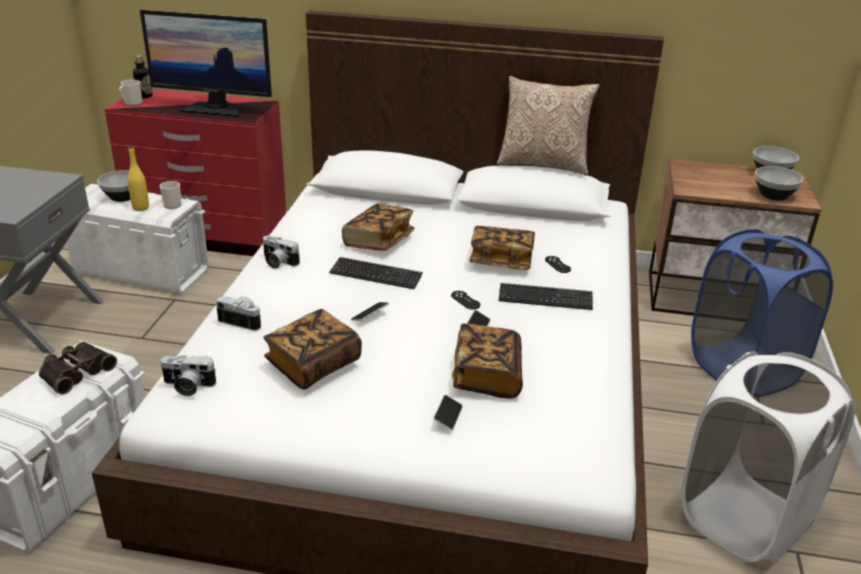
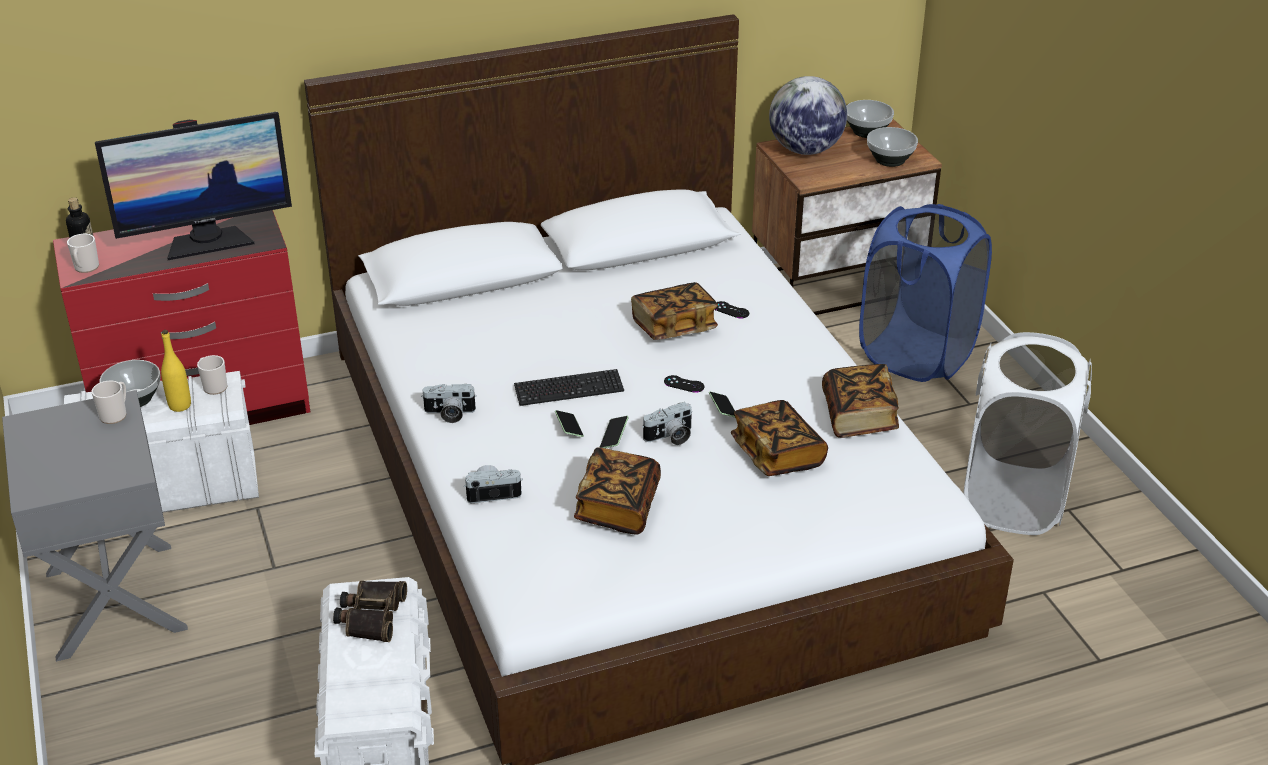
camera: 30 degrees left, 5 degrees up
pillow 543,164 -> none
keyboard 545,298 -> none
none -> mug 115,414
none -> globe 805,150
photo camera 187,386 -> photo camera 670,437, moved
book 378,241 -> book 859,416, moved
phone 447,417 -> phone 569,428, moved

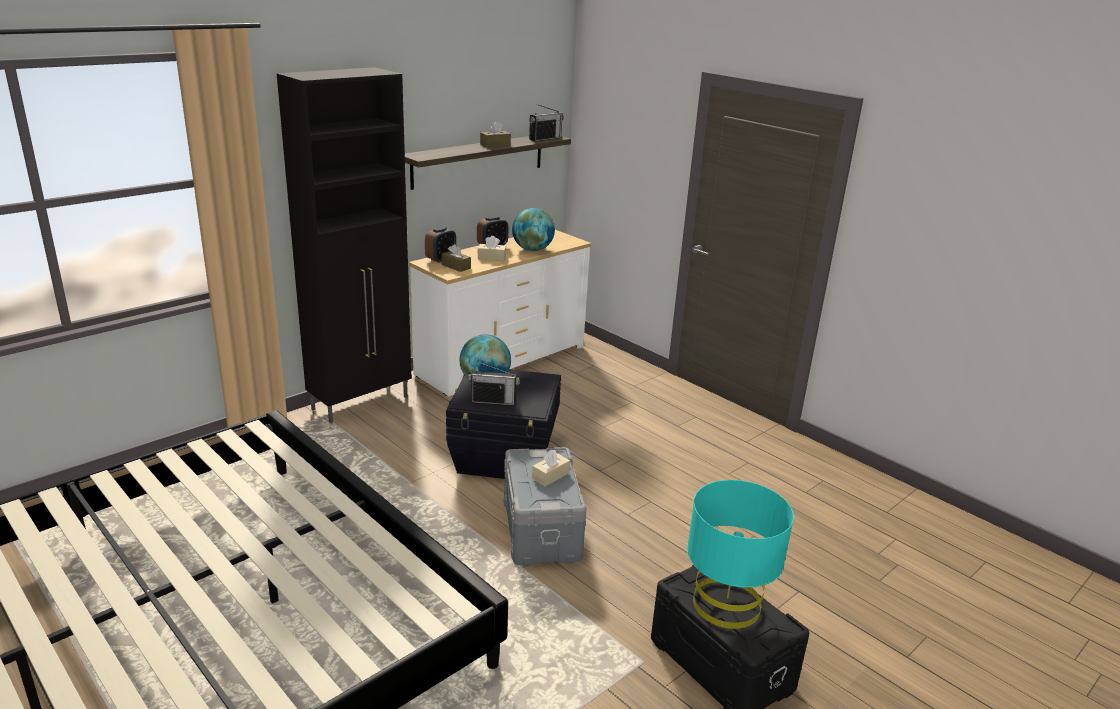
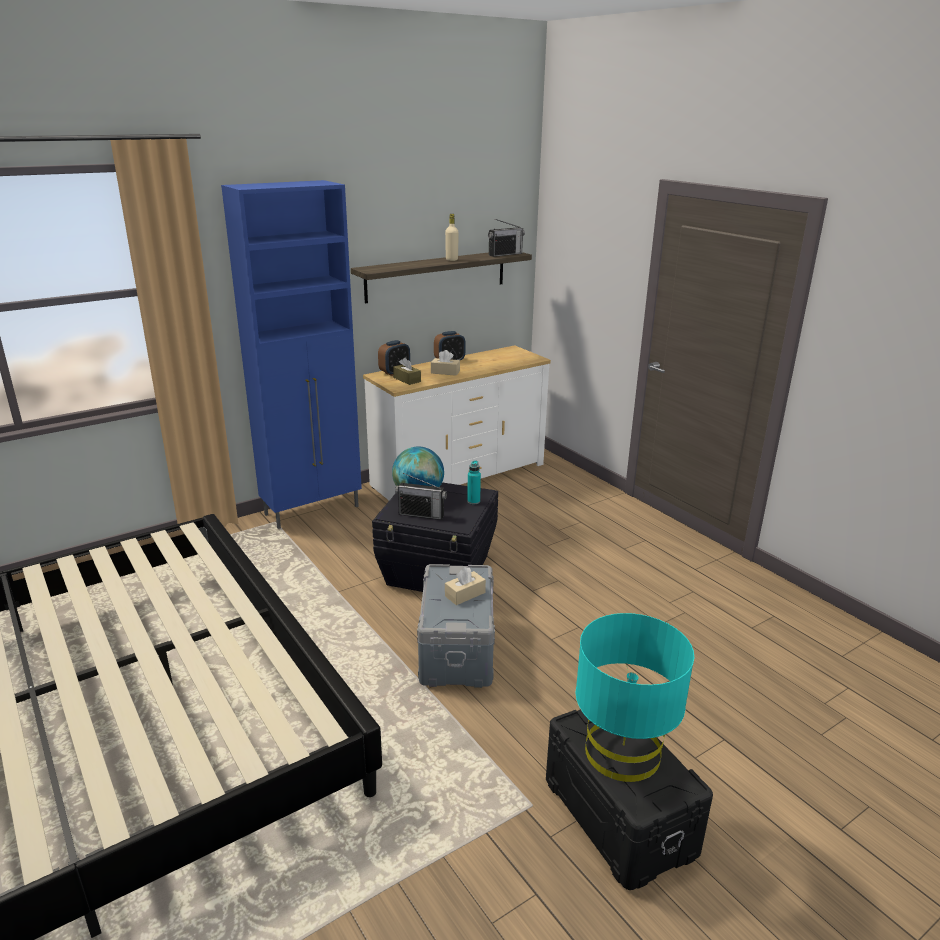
camera: 10 degrees right, 0 degrees up
globe 532,249 -> none
none -> turquoise bottle 473,501
brown tissue box 495,145 -> beige bottle 451,259
black cabinet 362,402 -> blue cabinet 313,510

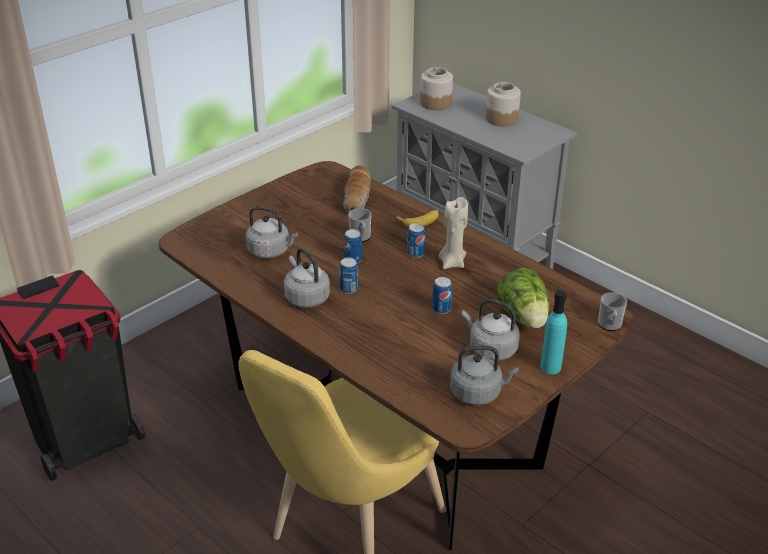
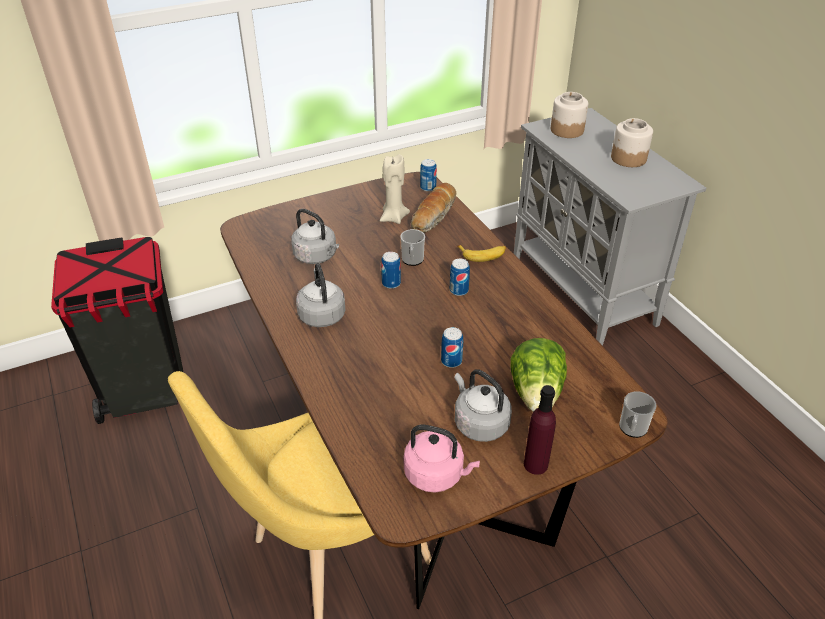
camera: 20 degrees right, 5 degrees up
can 349,289 -> can 428,187, moved
beige candle 452,263 -> beige candle 393,218, moved
grey kettle 478,393 -> pink kettle 437,474
turquoise bottle 550,367 -> purple bottle 535,464

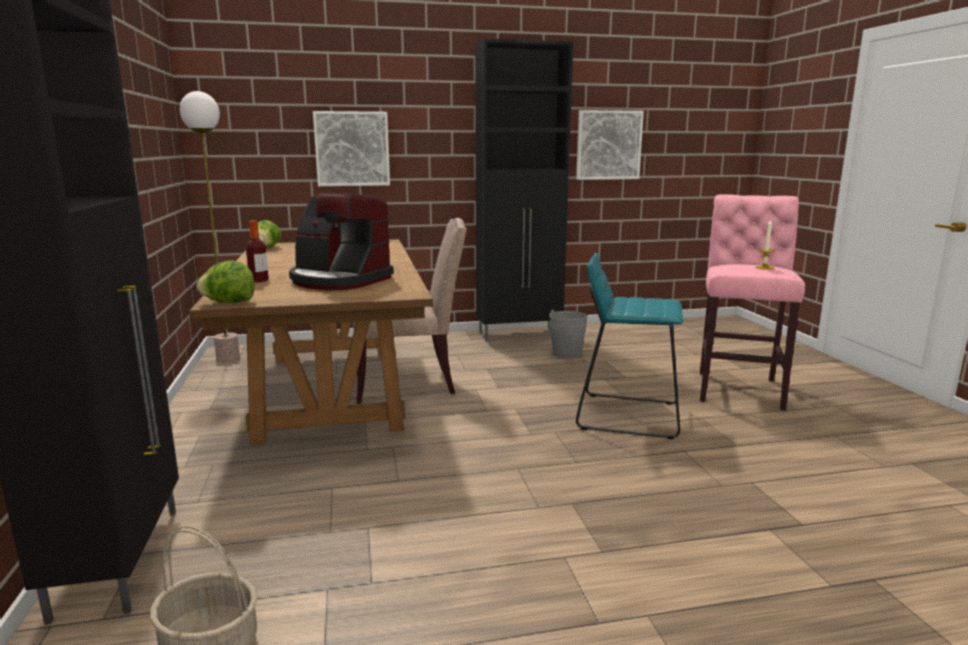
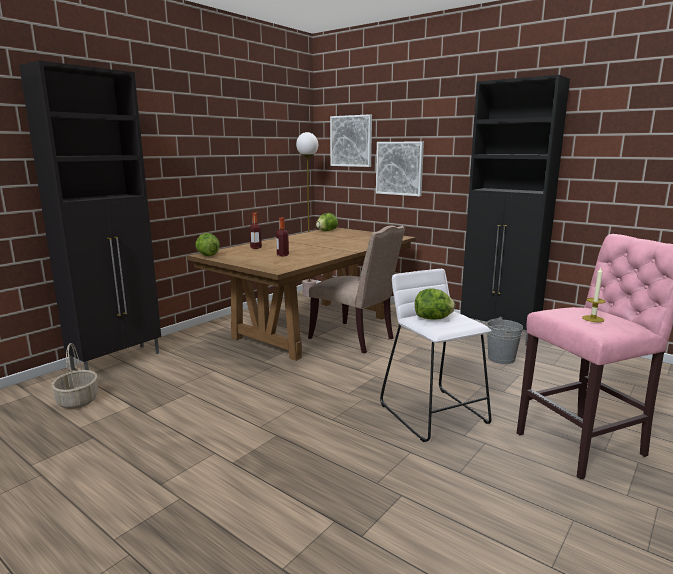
camera: 50 degrees right, 0 degrees up
none -> lettuce 433,318
picture 608,145 -> picture 351,141, moved
coffee machine 339,280 -> bottle 282,255
turquoise stool 628,415 -> white stool 434,413

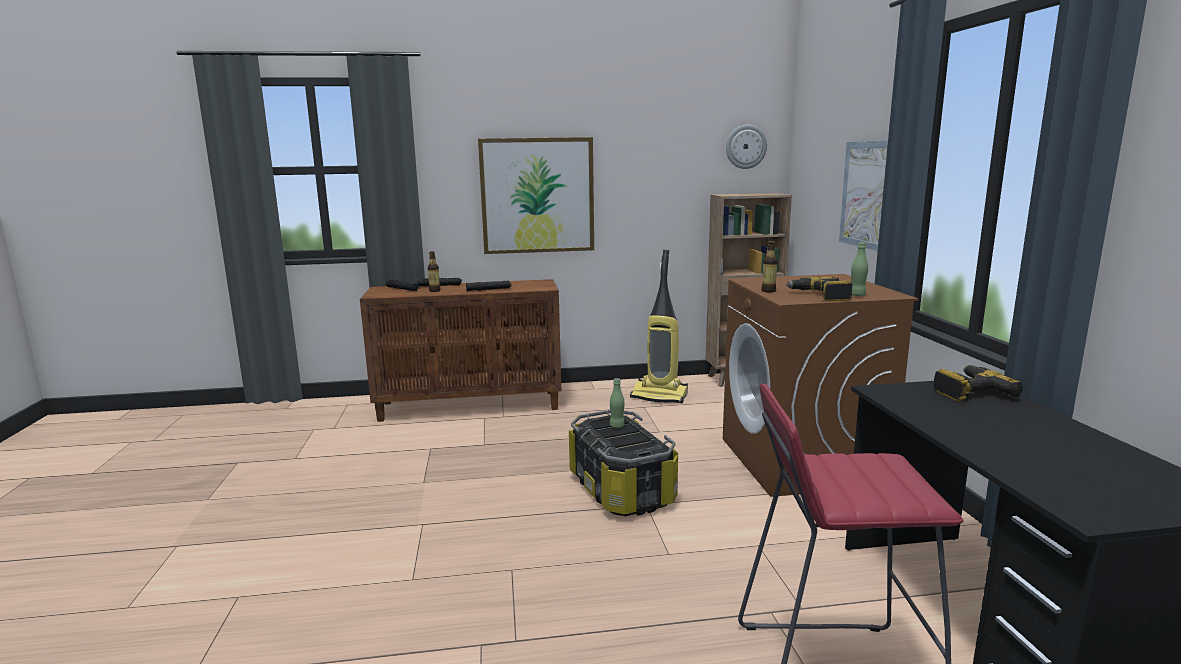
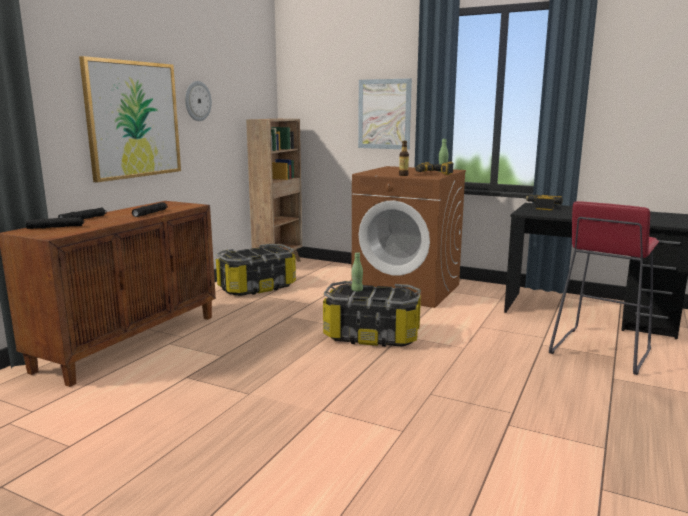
camera: 55 degrees left, 0 degrees up
bottle 434,291 -> none
wall clock 745,146 -> wall clock 197,101, moved
vacuum cleaner 660,396 -> storage box 257,287

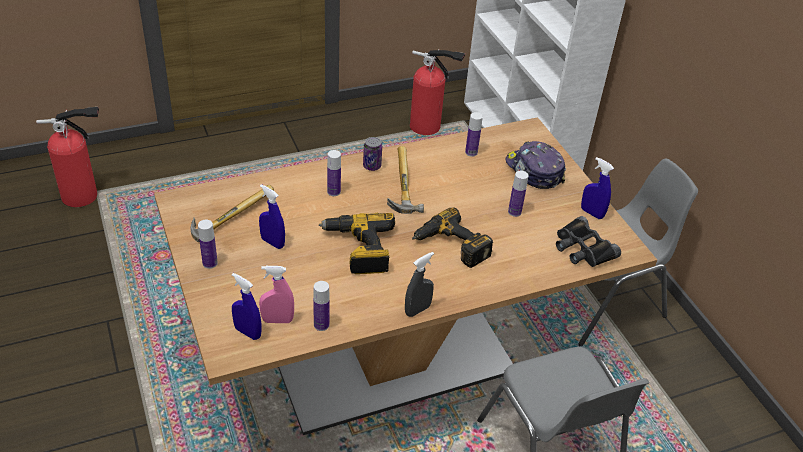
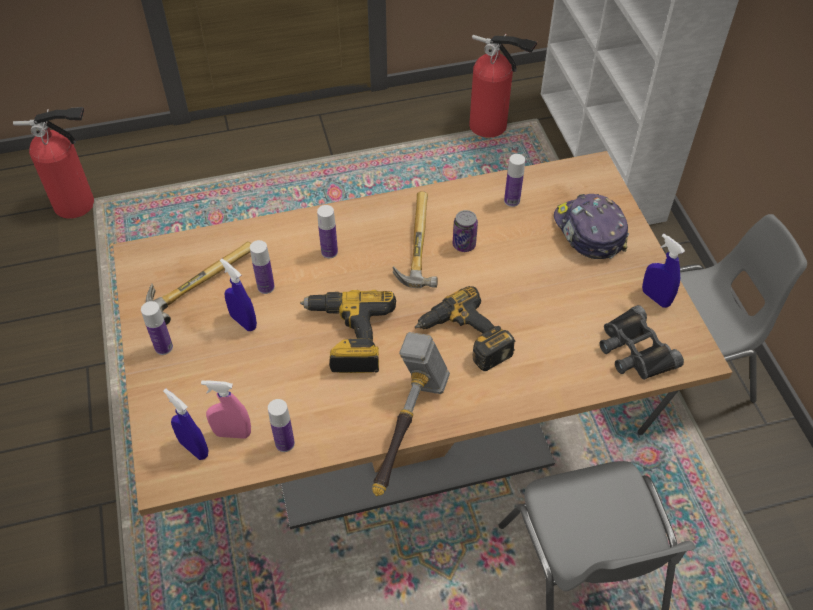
camera: 10 degrees right, 10 degrees up
can 372,166 -> can 464,244, moved
bottle 514,212 -> bottle 266,287, moved
grey spray bottle 417,310 -> hammer 407,429

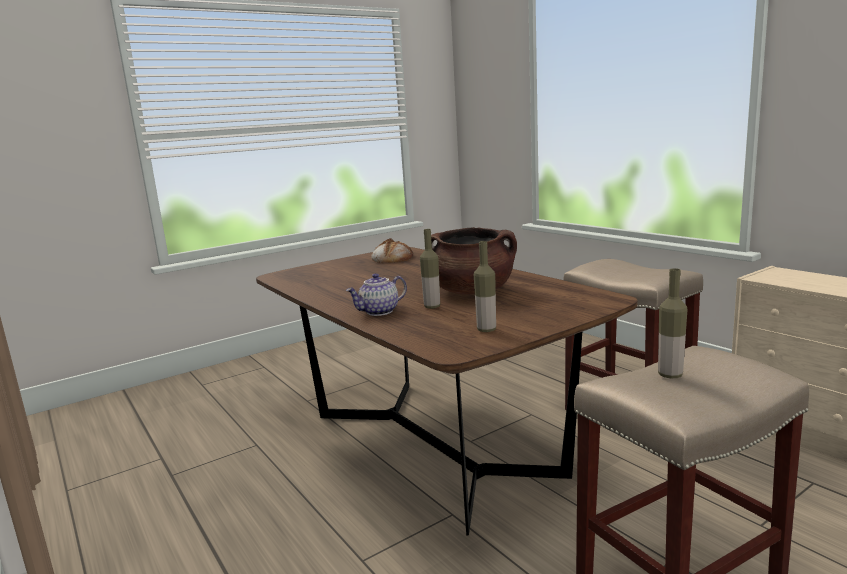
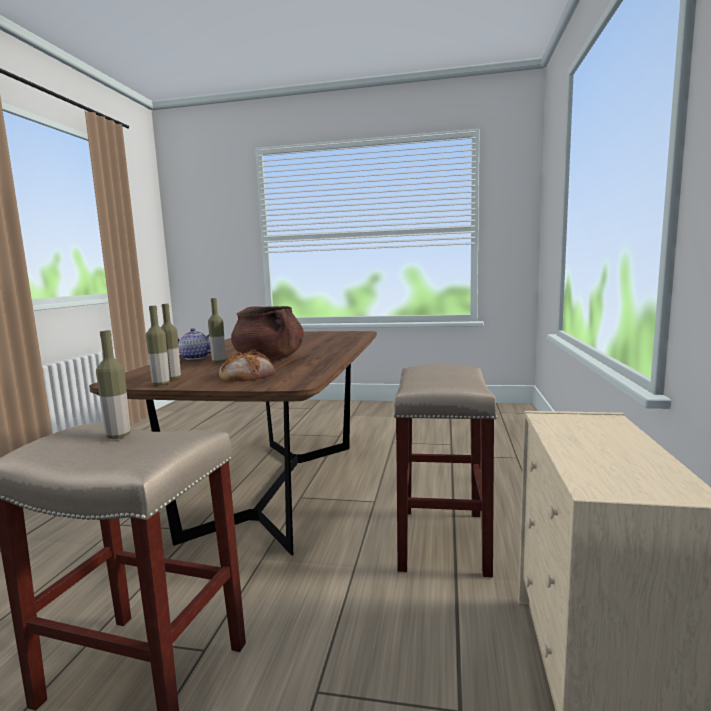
camera: 45 degrees right, 5 degrees down
none -> bottle 161,384
bread 392,258 -> bread 247,375, moved

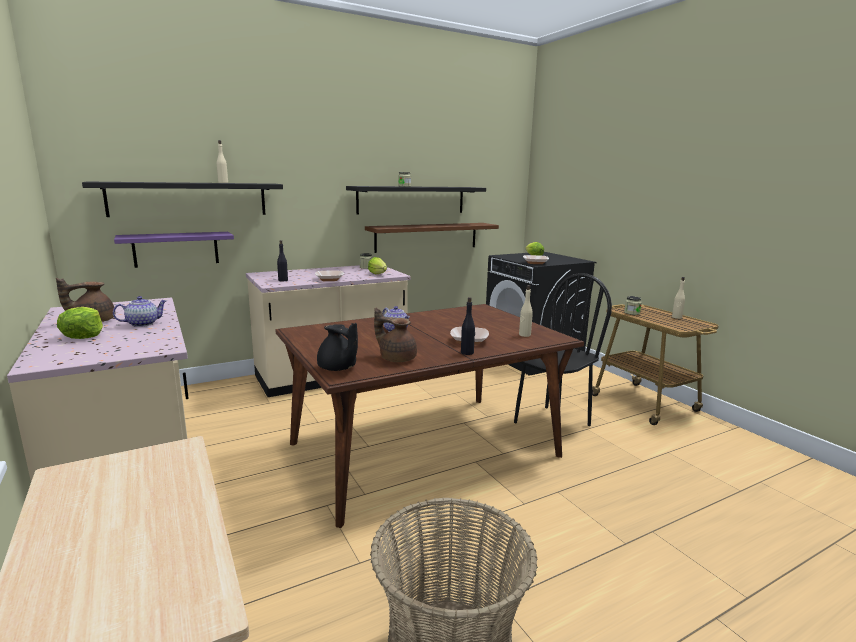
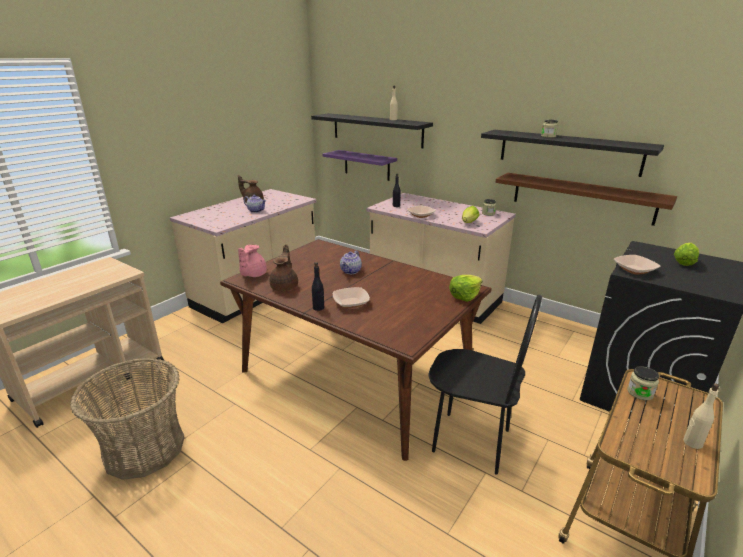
camera: 65 degrees right, 10 degrees up
beige bottle 524,335 -> none
lettuce 84,335 -> lettuce 464,296, moved
black teapot 338,368 -> pink teapot 252,275

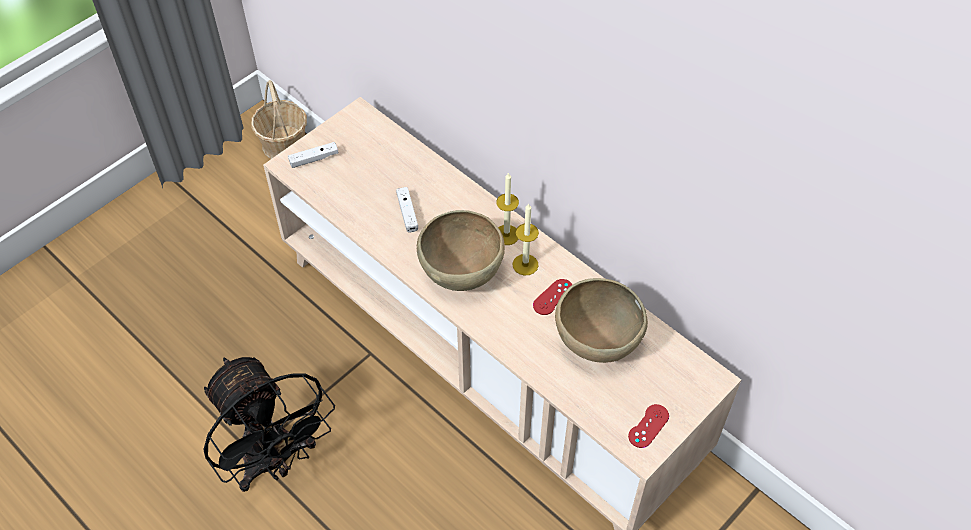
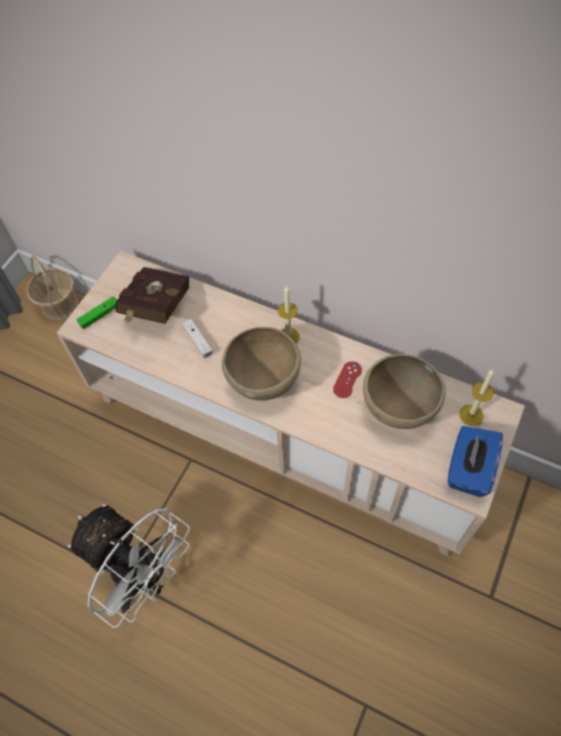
camera: 15 degrees left, 5 degrees up
none -> red book 155,309
candle 525,264 -> candle 471,415, moved
red game controller 648,426 -> blue tissue box 468,469
black fan 275,461 -> white fan 144,578
white game controller 314,159 -> green game controller 100,315

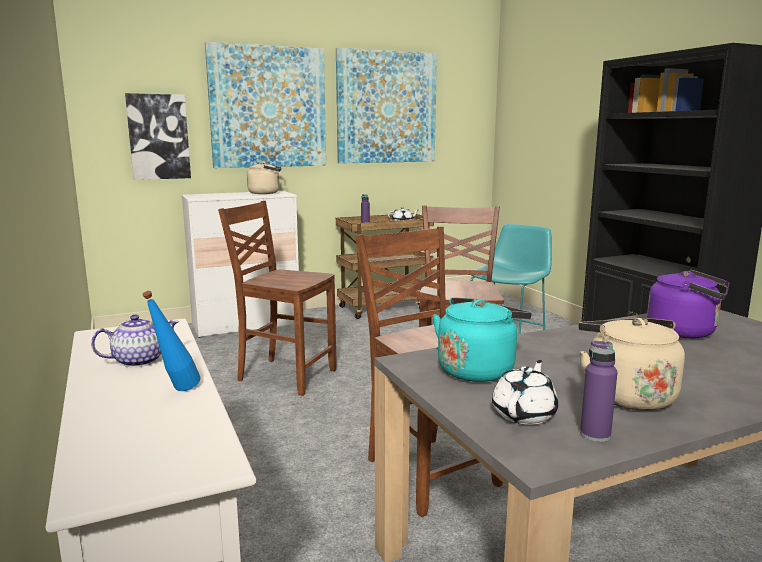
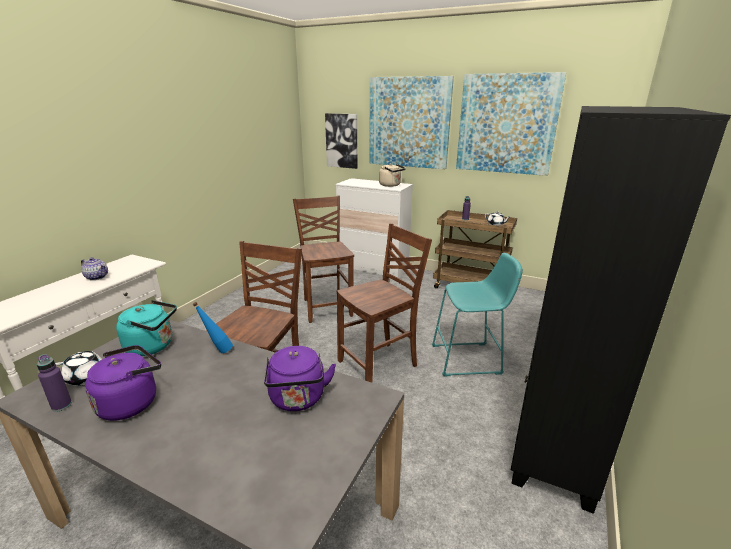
camera: 50 degrees right, 10 degrees up
blue bottle 176,392 -> blue bottle 218,351, moved
beige kettle 626,395 -> purple kettle 131,402

